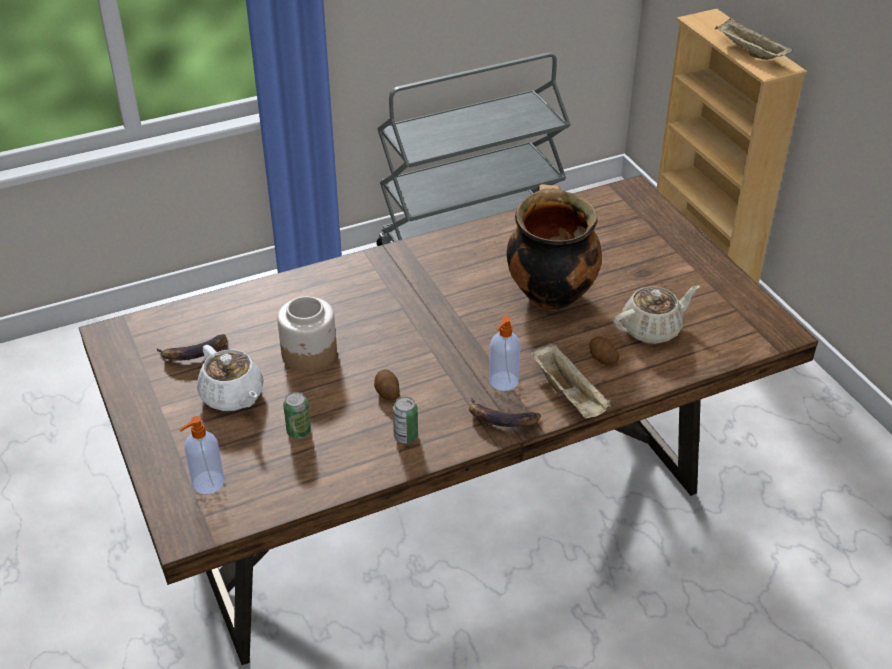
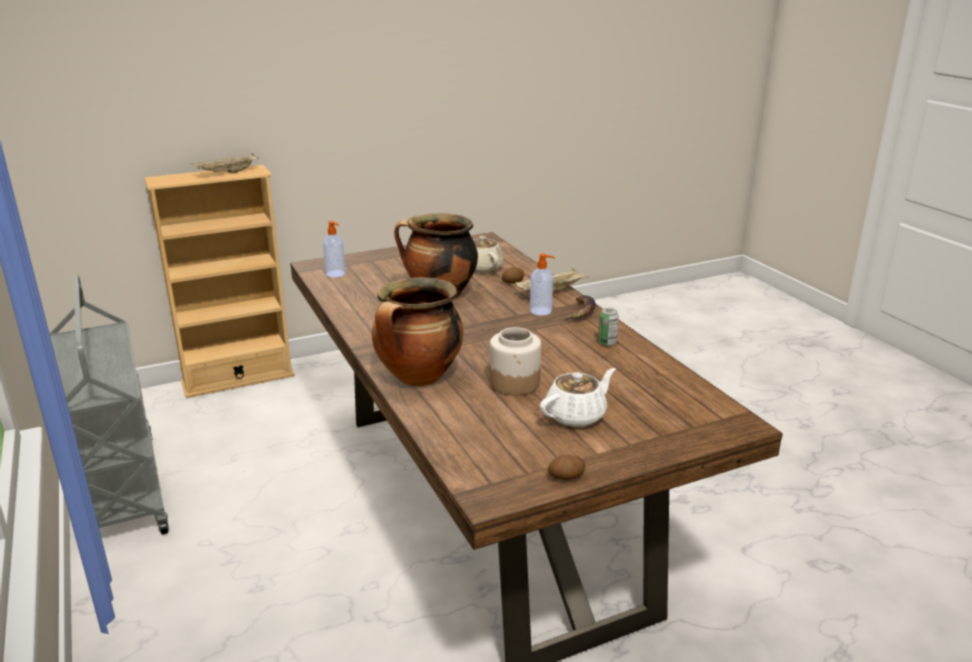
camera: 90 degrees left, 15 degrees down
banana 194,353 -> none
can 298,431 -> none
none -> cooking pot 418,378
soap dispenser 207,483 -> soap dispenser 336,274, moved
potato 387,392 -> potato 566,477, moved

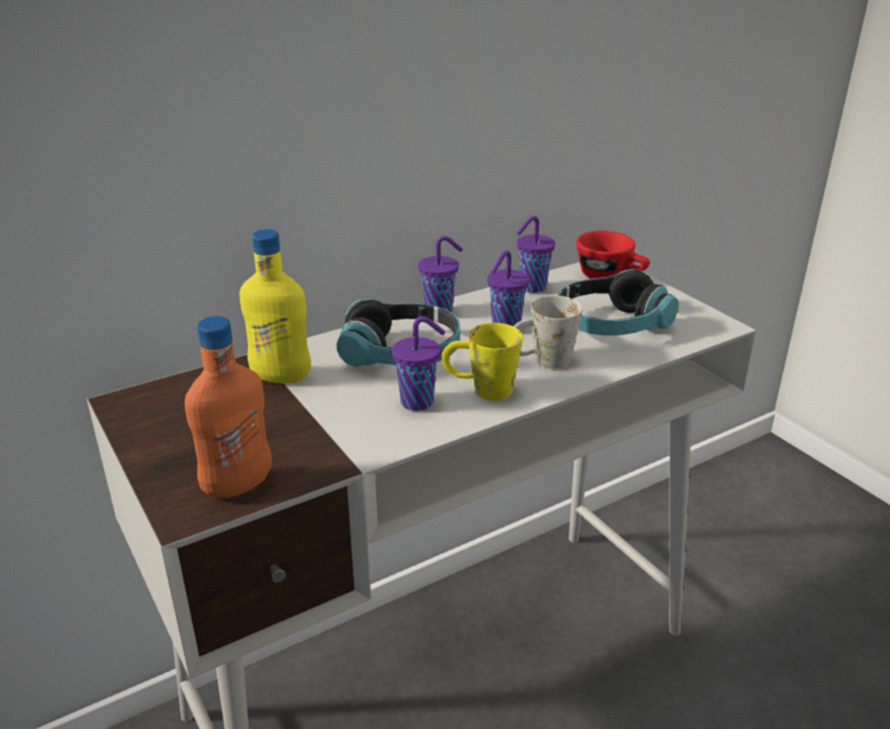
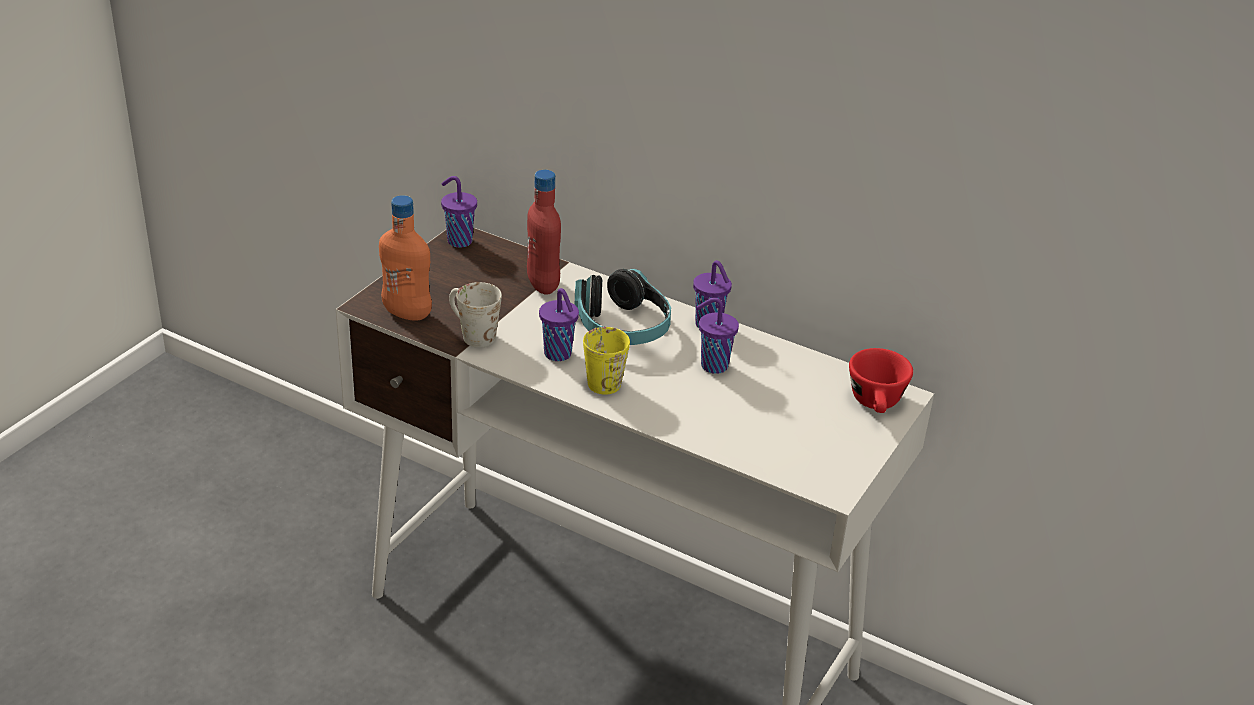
camera: 60 degrees right, 5 degrees up
headphones 611,324 -> none
white mug 541,362 -> white mug 471,334, moved
purple cup 531,288 -> purple cup 458,241, moved
yellow bottle 281,377 -> red bottle 543,284

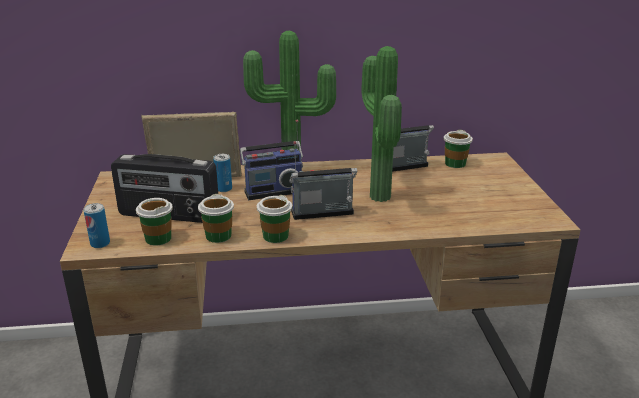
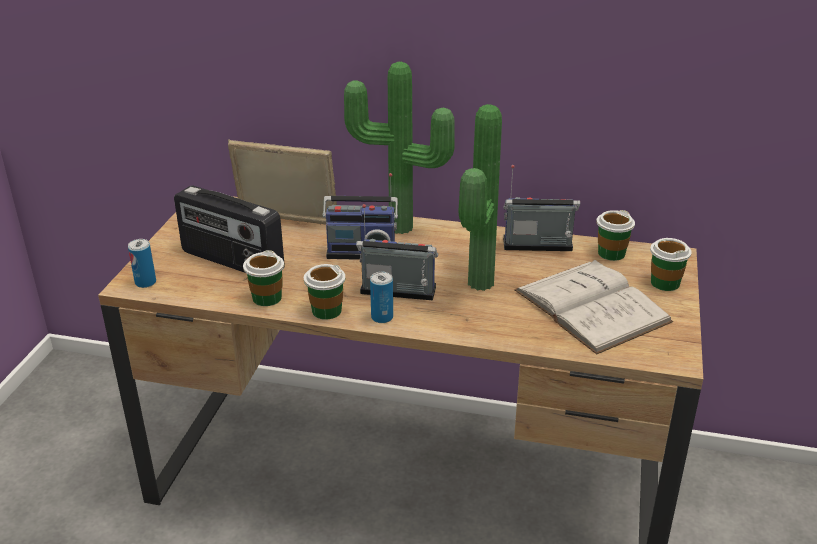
camera: 20 degrees right, 5 degrees up
none -> white book 591,306
cup 158,238 -> cup 665,283, moved
can 224,189 -> can 382,317, moved

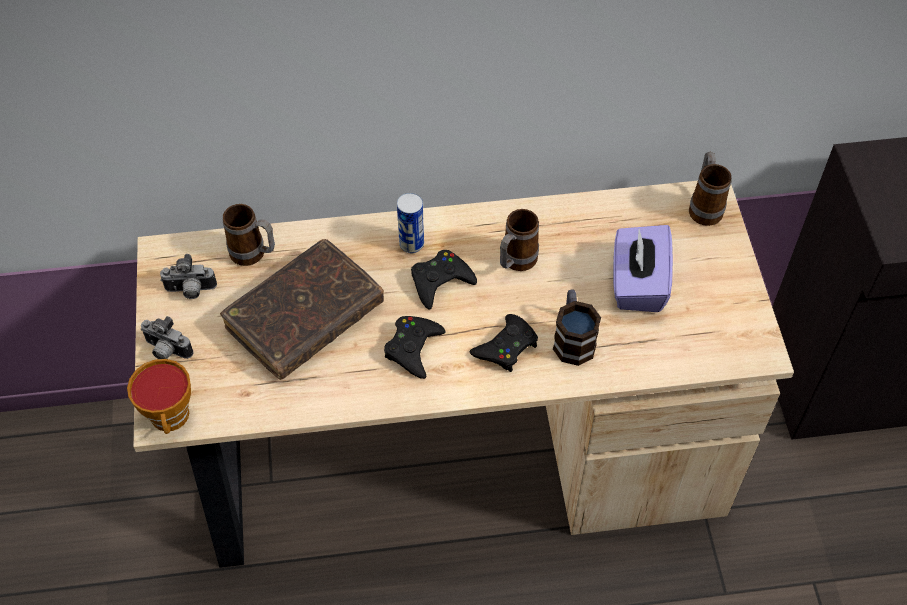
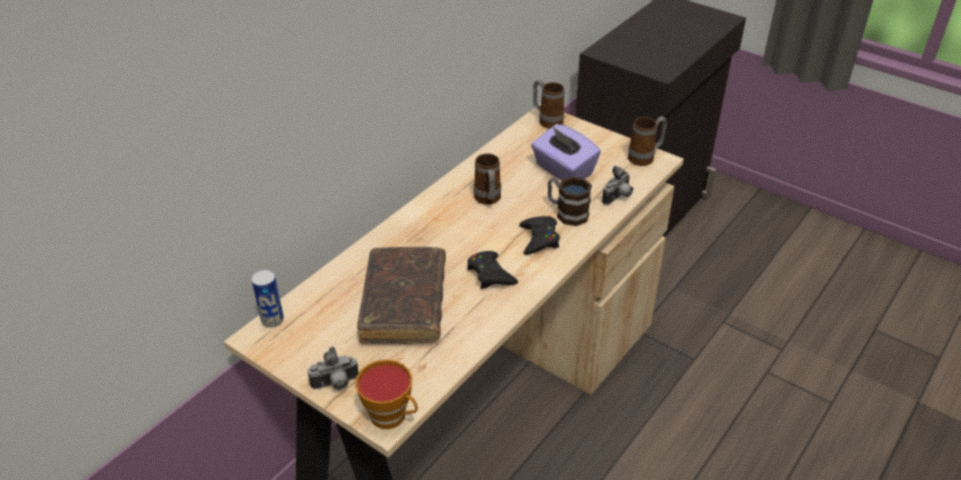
camera: 45 degrees left, 15 degrees down
black game controller 440,282 -> none
photo camera 190,291 -> photo camera 618,197, moved
mug 254,255 -> mug 645,158, moved
can 411,244 -> can 272,320, moved

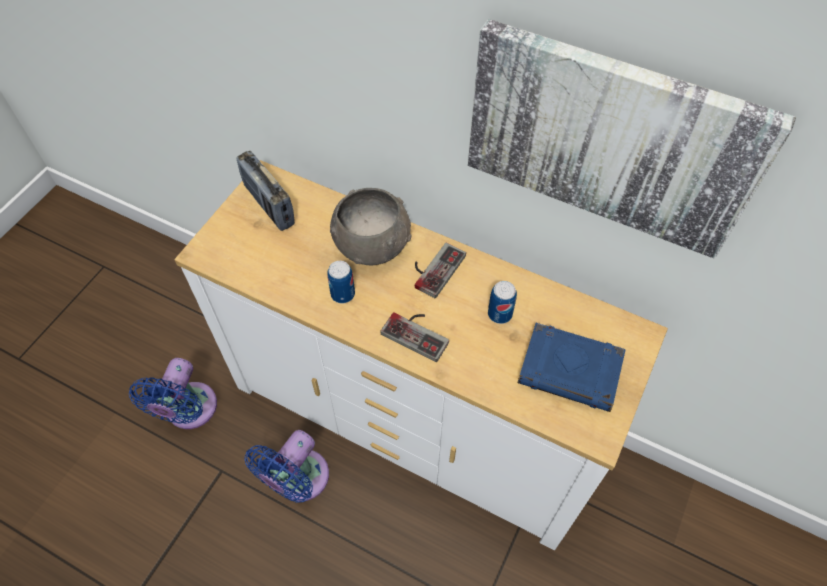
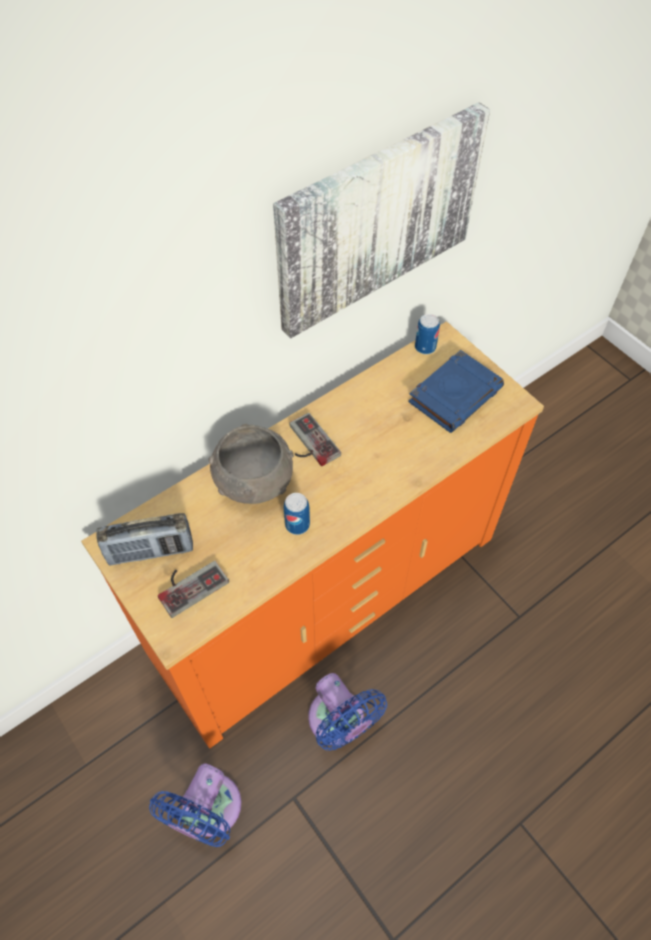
camera: 65 degrees left, 0 degrees up
game controller 418,332 -> game controller 190,584, moved
can 500,314 -> can 425,347, moved
white dresser 414,415 -> orange dresser 324,593
blue fan 189,411 -> blue fan 208,812, 75 degrees clockwise

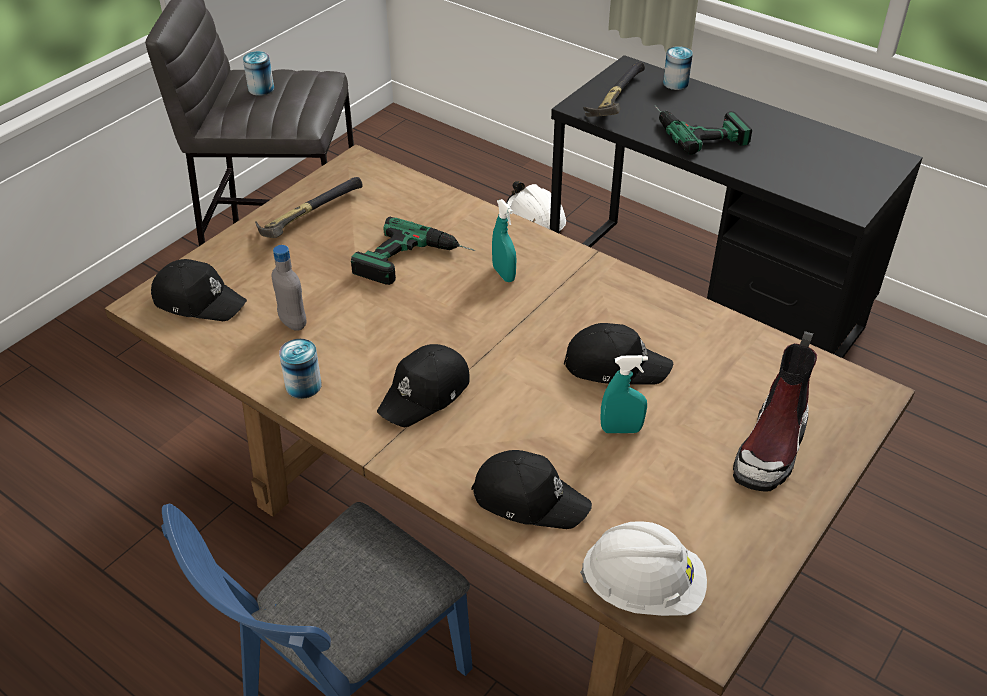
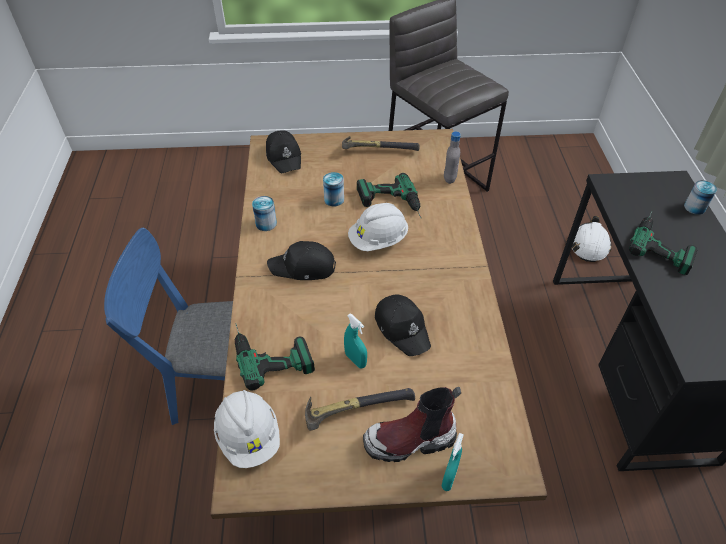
camera: 50 degrees right, 5 degrees up
none -> white hard hat 378,240
can 261,89 -> can 334,199, moved
grey bottle 293,323 -> grey bottle 449,178, moved
turquoise spray bottle 503,274 -> turquoise spray bottle 449,478, moved
hammer 614,100 -> hammer 354,408, moved
black cap 529,498 -> power drill 270,351

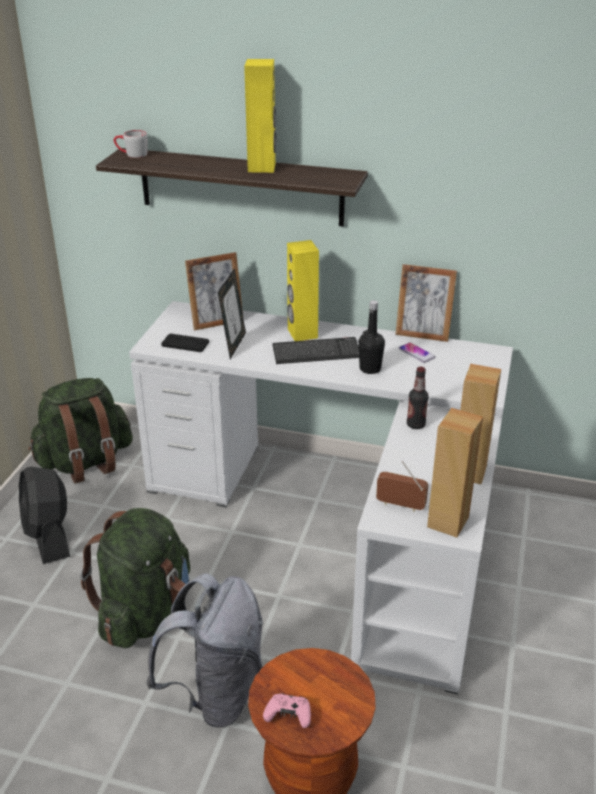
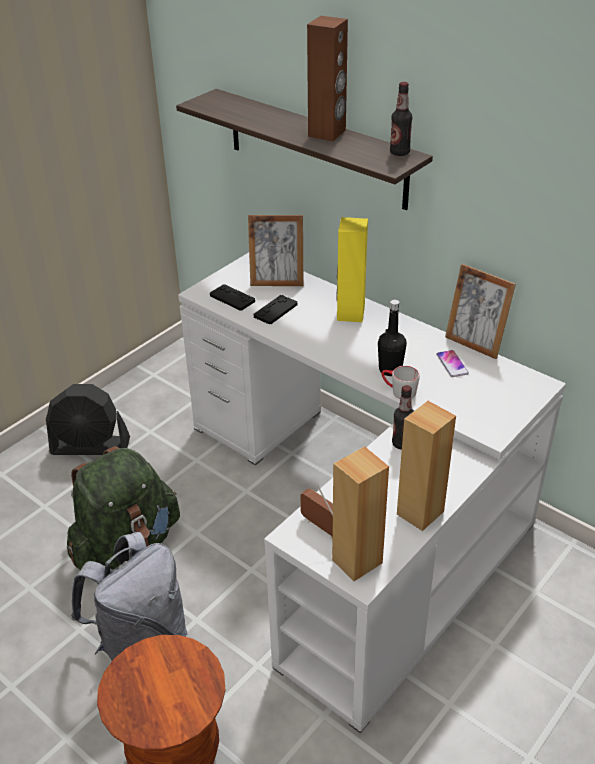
camera: 25 degrees right, 5 degrees up
green backpack 85,462 -> none
pink game controller 288,715 -> none
keyboard 316,353 -> none
none -> bottle 399,153
grey mug 132,154 -> grey mug 398,391, moved
picture frame 233,345 -> black game controller 275,310
yellow speaker 262,167 -> brown speaker 327,133
black fan 49,536 -> black fan 91,446, 90 degrees counterclockwise

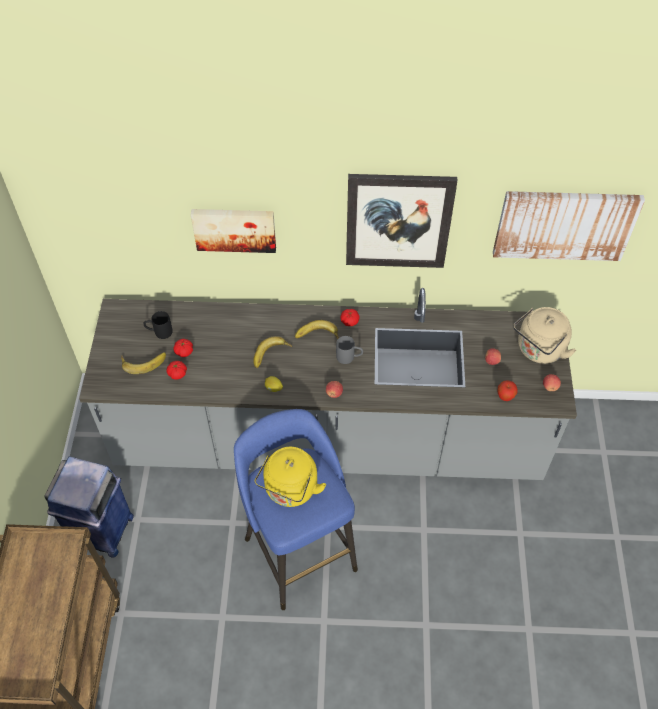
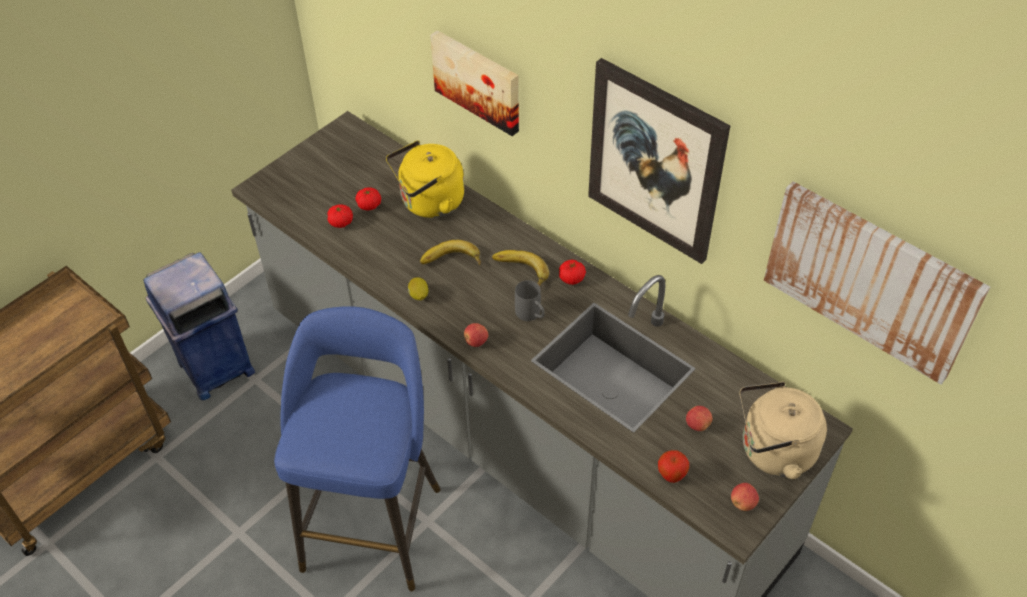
camera: 40 degrees right, 5 degrees down
banana 143,361 -> none
black mug 159,332 -> none
yellow kettle 290,490 -> yellow kettle 429,203, moved

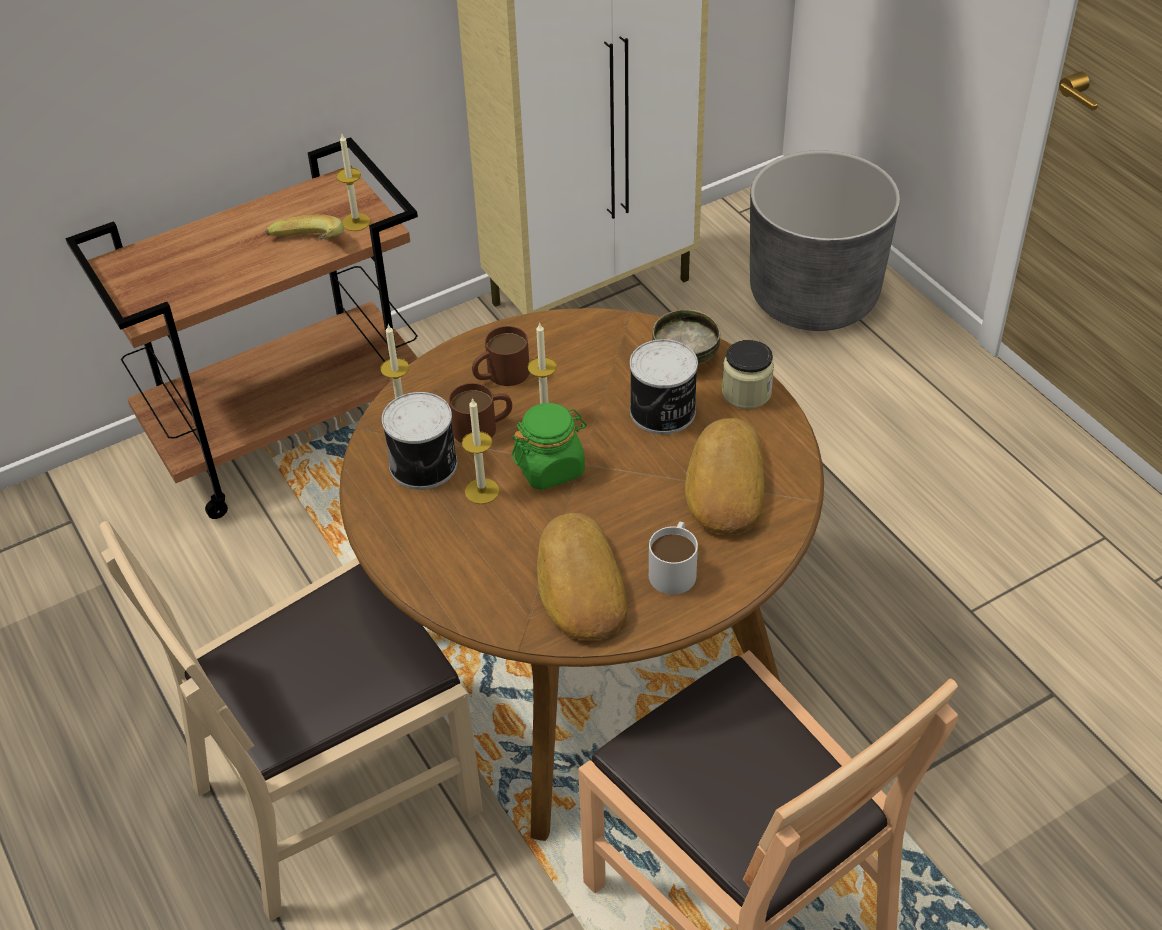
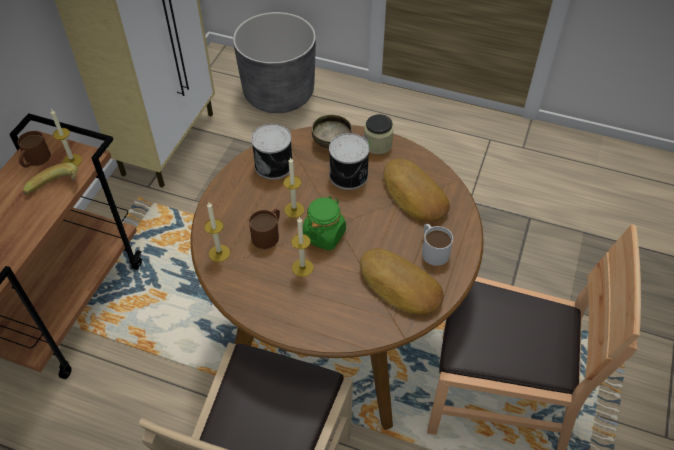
camera: 40 degrees left, 5 degrees up
can 425,464 -> can 274,164, moved
brown mug 500,375 -> brown mug 35,160, moved

